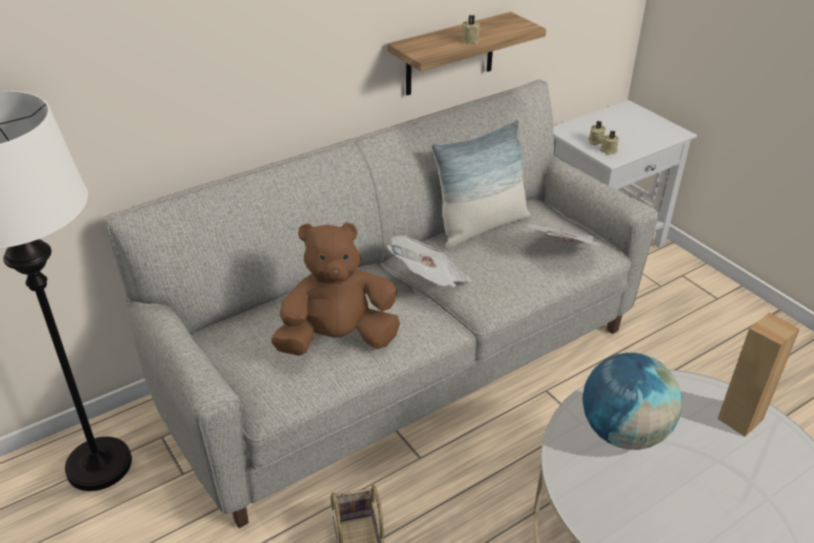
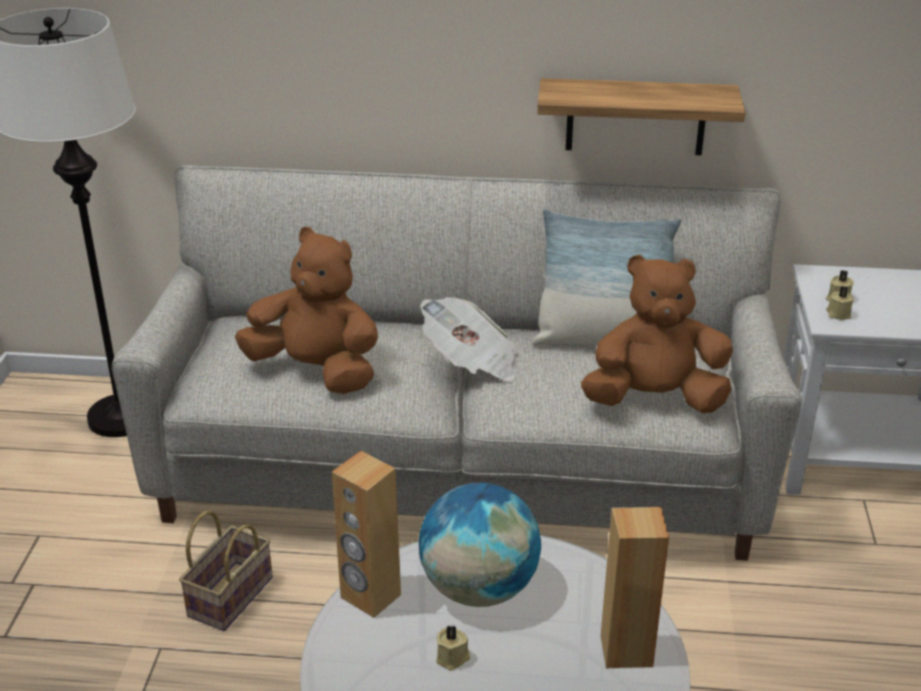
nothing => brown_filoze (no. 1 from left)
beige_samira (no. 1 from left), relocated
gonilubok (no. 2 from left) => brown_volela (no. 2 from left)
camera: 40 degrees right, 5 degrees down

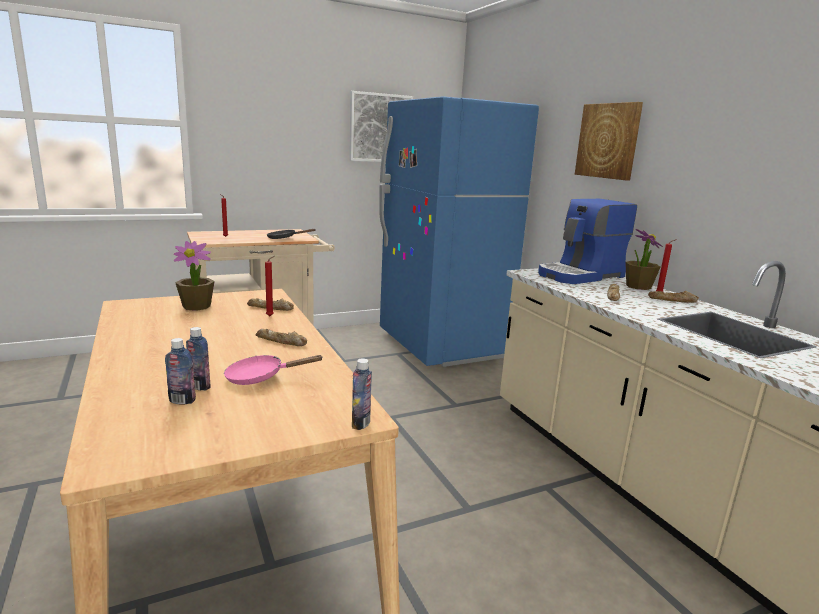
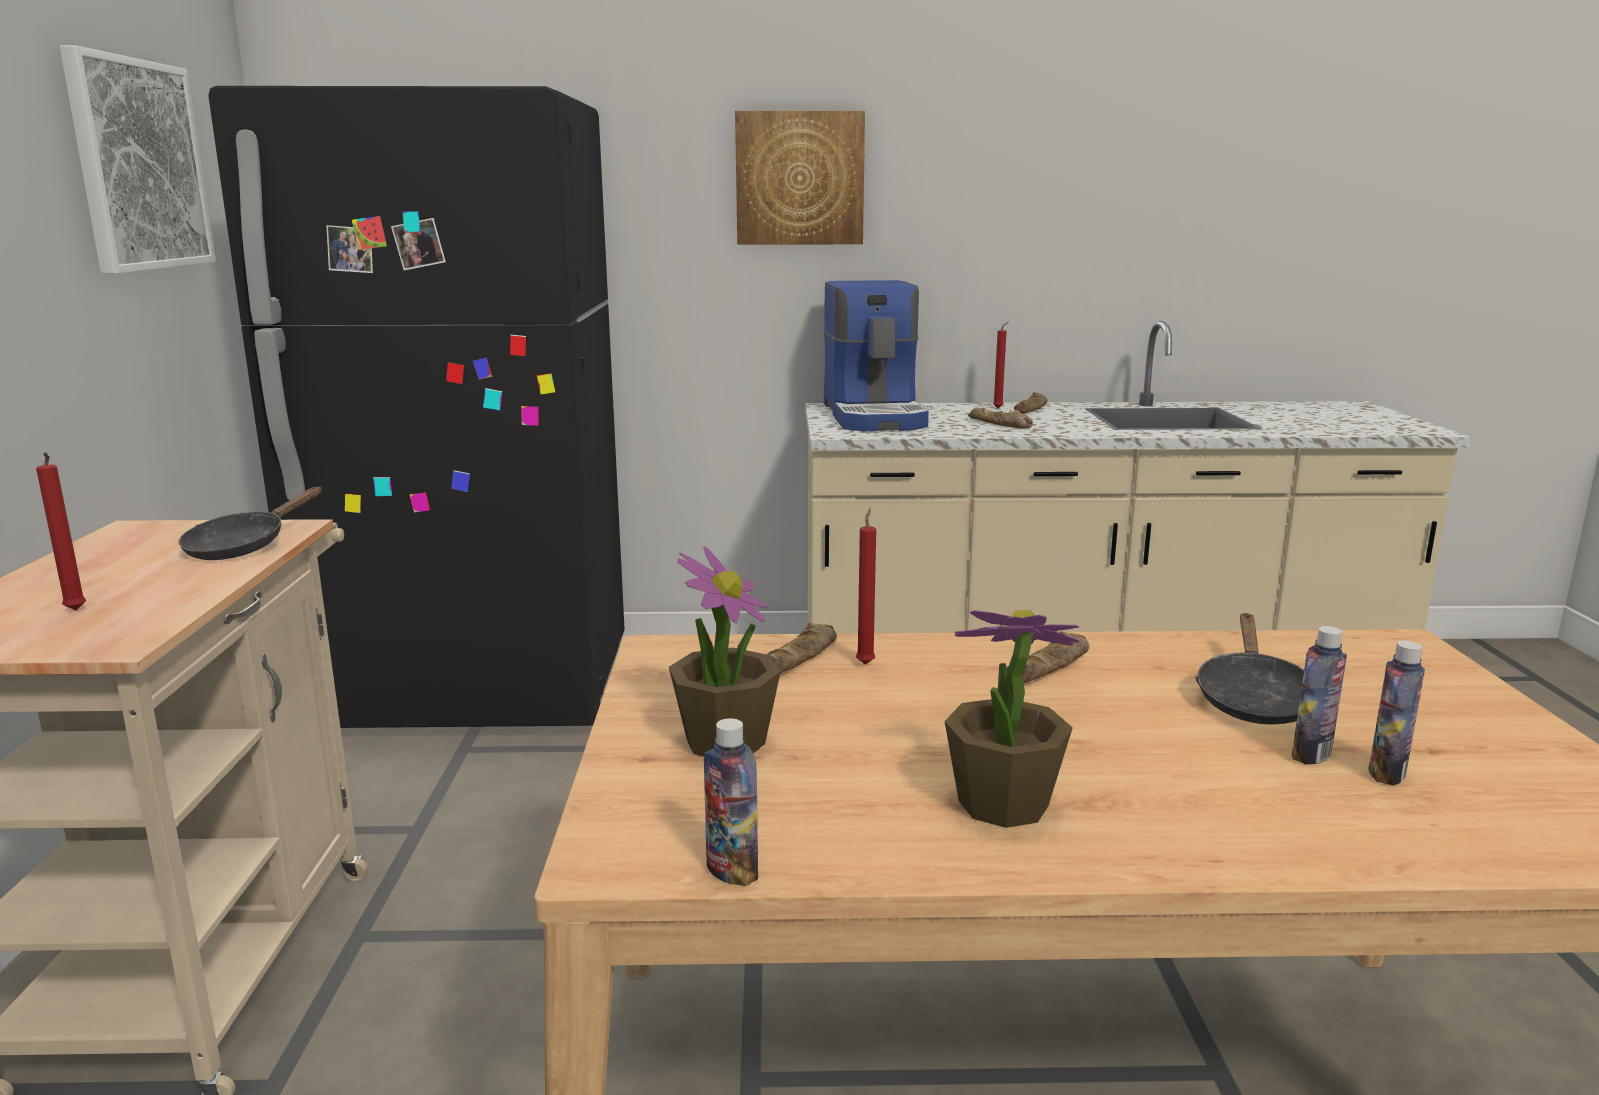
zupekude (no. 3 from left in the first image) => zupekude (no. 1 from left), relocated
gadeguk (no. 2 from left), relocated
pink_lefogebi => black_lefogebi (no. 2 from left)
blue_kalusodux => black_kalusodux
camera: 65 degrees left, 0 degrees up

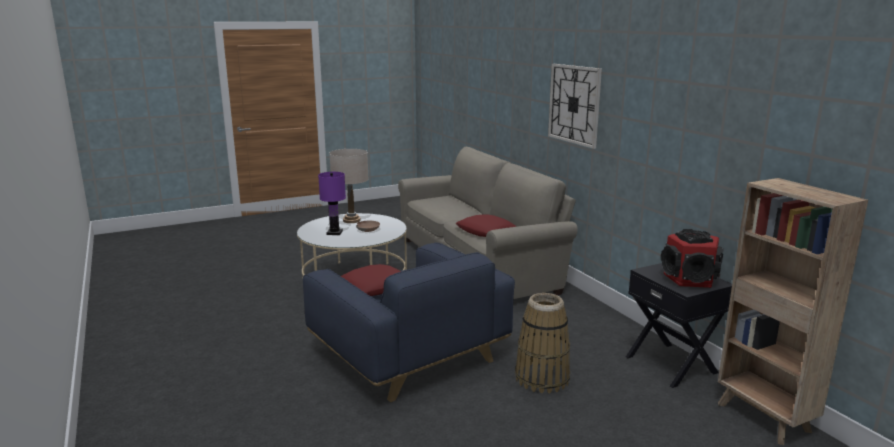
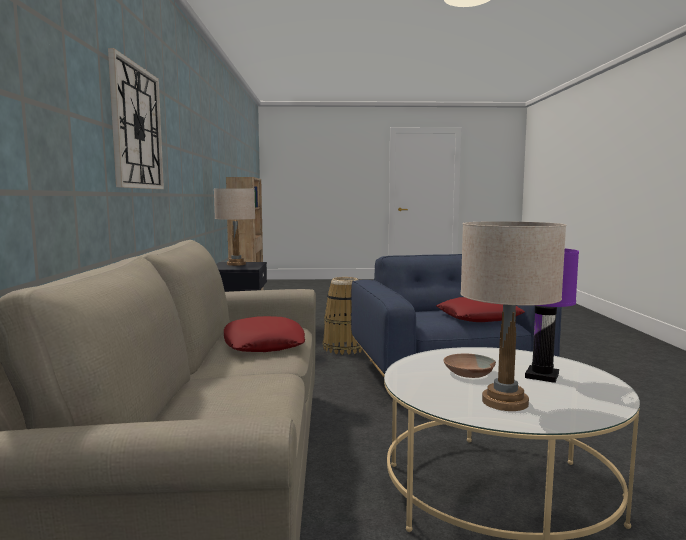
filoze => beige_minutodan (no. 1 from left)
camera: 155 degrees left, 10 degrees down

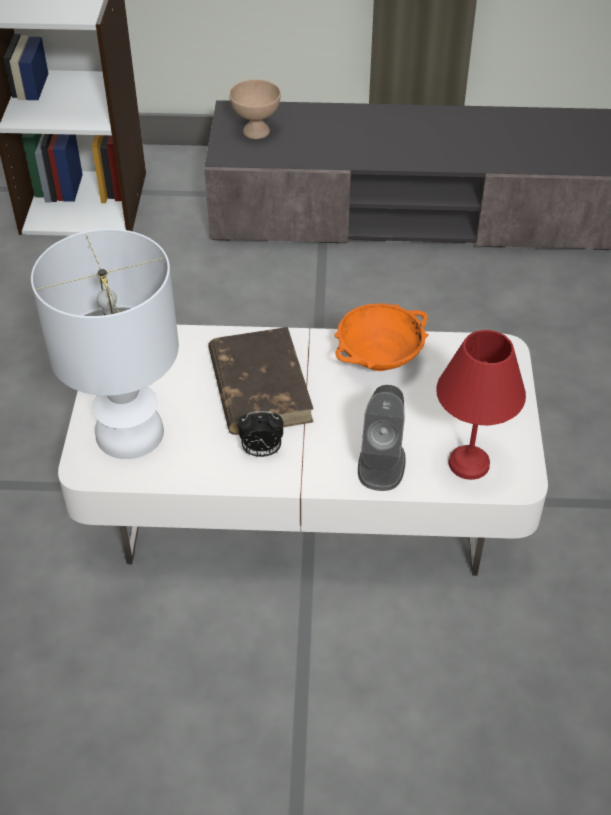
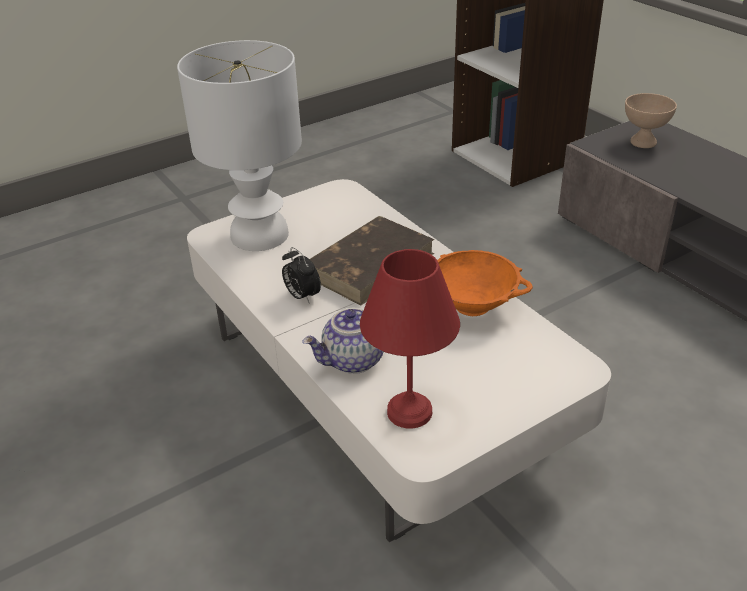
grey_filoze => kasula
camera: 55 degrees right, 10 degrees down

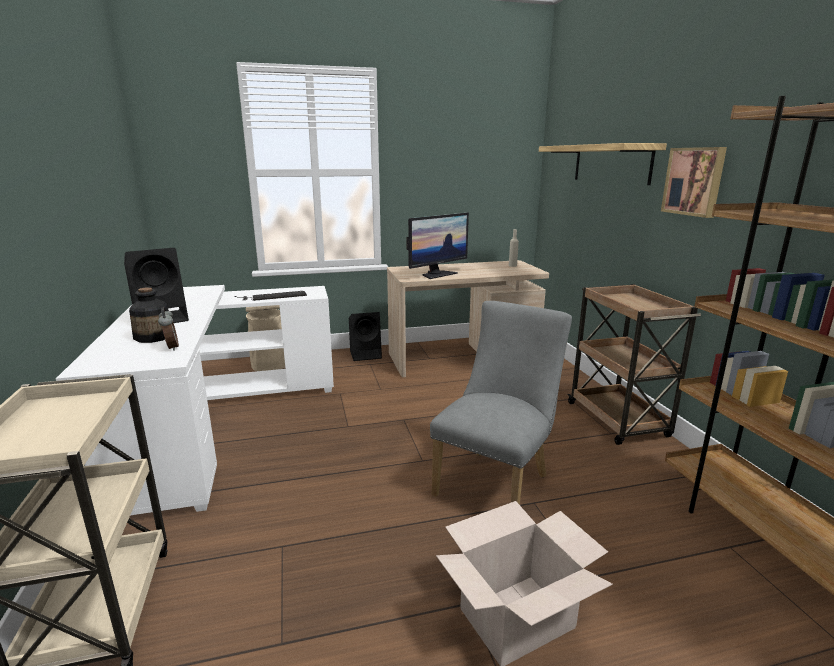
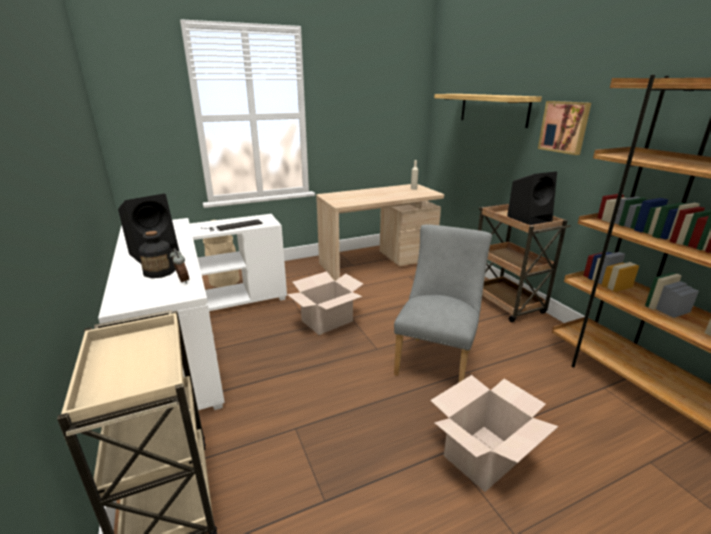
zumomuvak => nothing
nothing => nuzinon (no. 1 from left)
black_filoze (no. 2 from left), relocated
camera: 10 degrees left, 5 degrees up

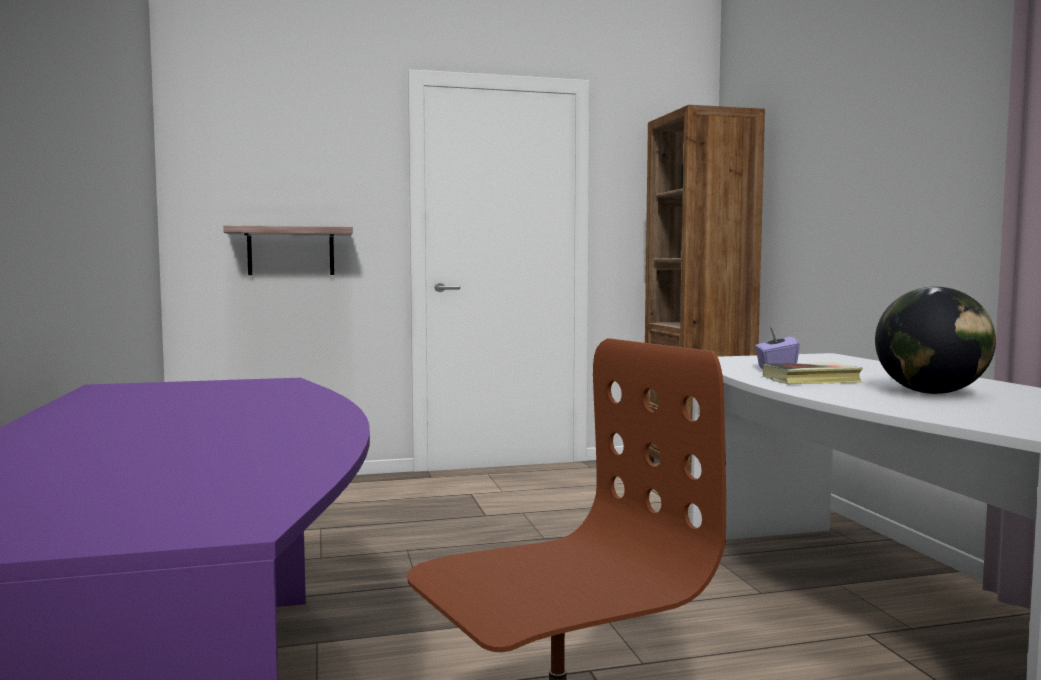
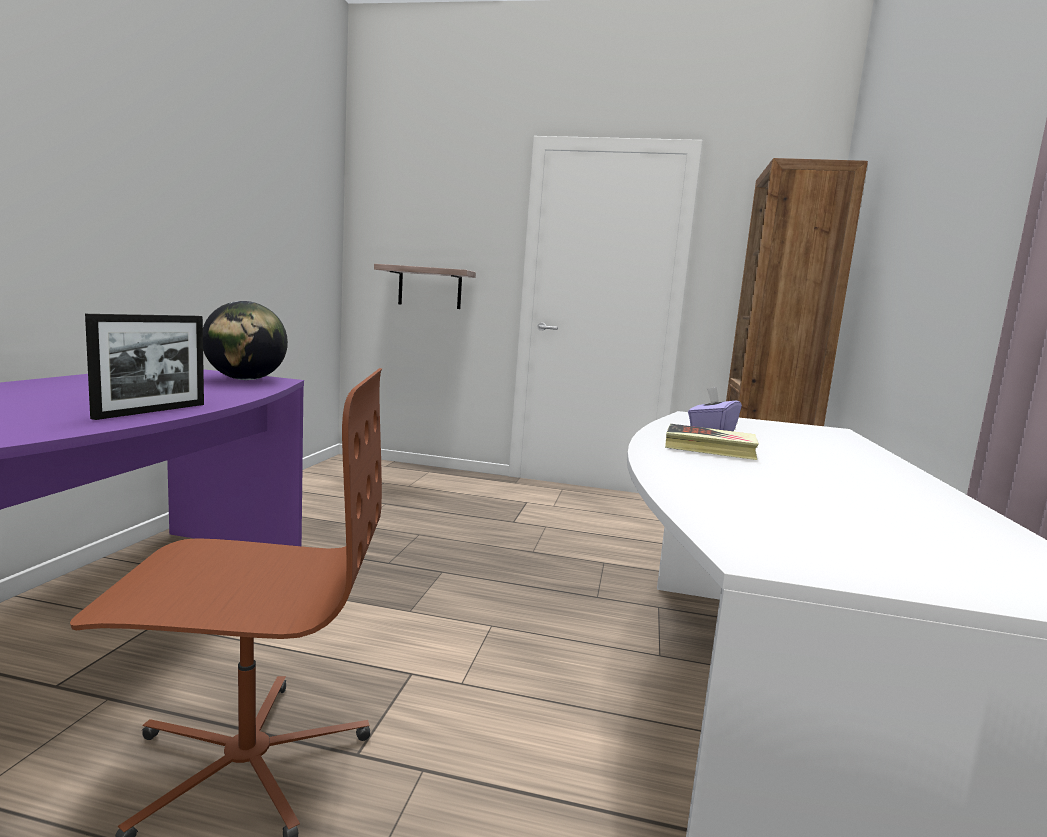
nothing => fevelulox
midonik, relocated
camera: 25 degrees right, 5 degrees up

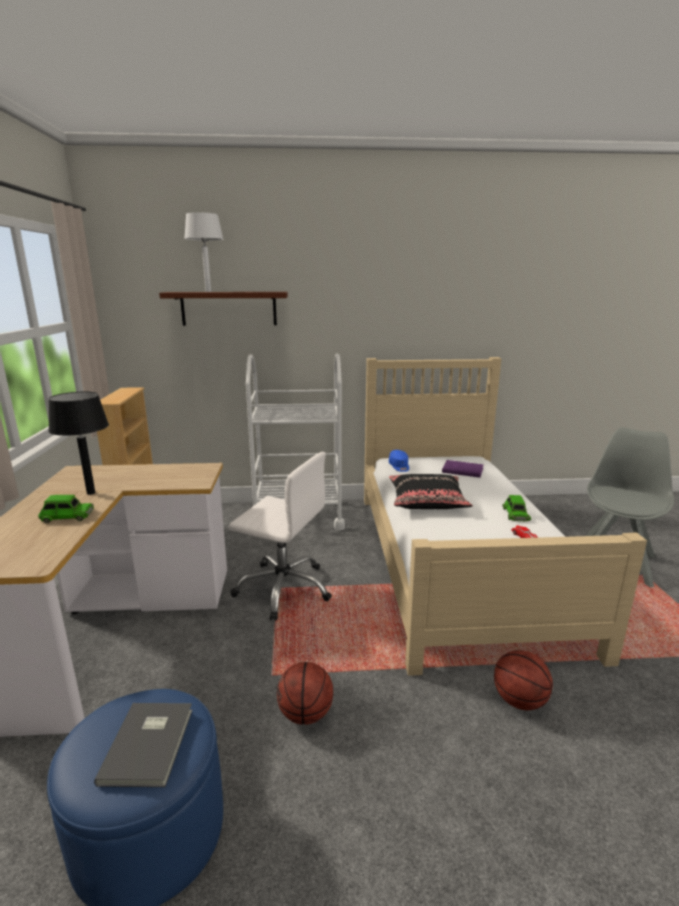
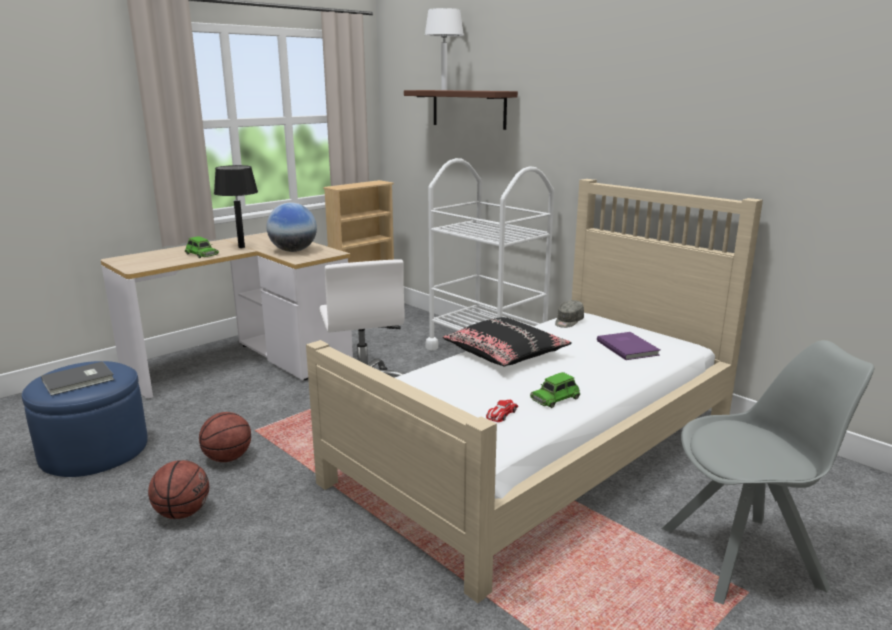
nothing => midonik
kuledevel (no. 2 from left in the first image) => kuledevel (no. 1 from left), relocated
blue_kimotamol => grey_kimotamol
camera: 50 degrees right, 0 degrees up

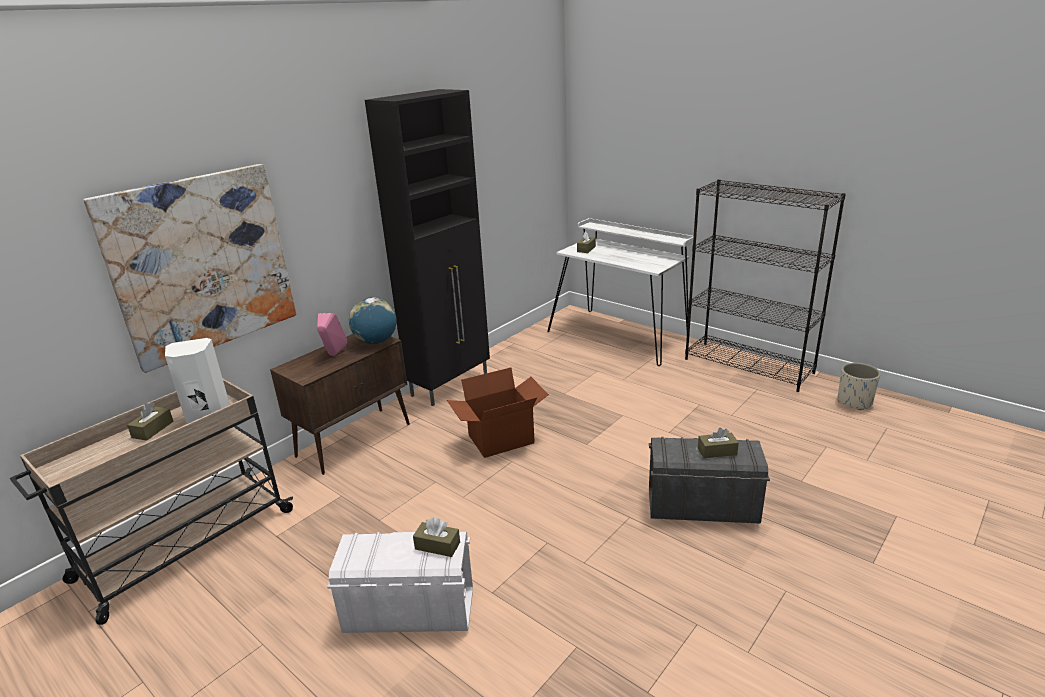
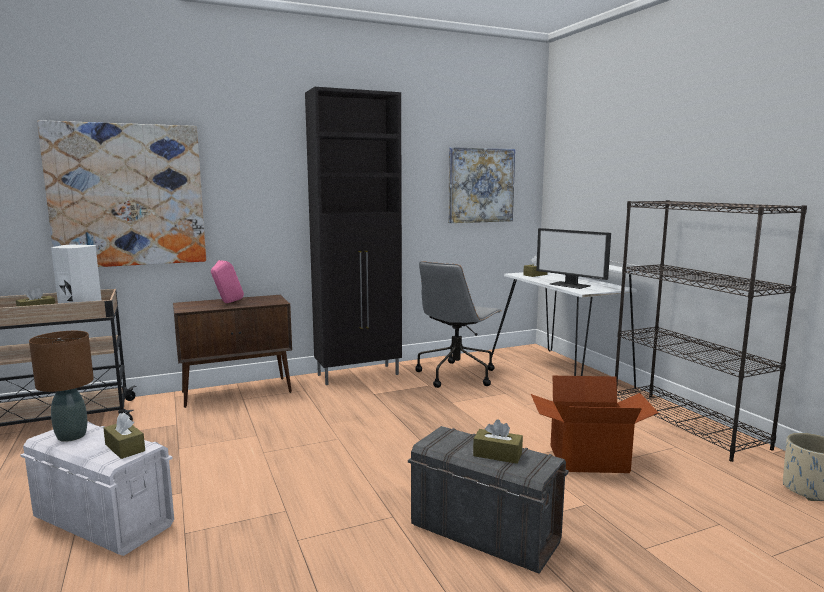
midonik => nothing
nothing => brown_minutodan
nothing => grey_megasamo
nothing => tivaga (no. 2 from left)
nothing => zumomuvak
nuzinon, relocated
camera: 25 degrees right, 15 degrees down

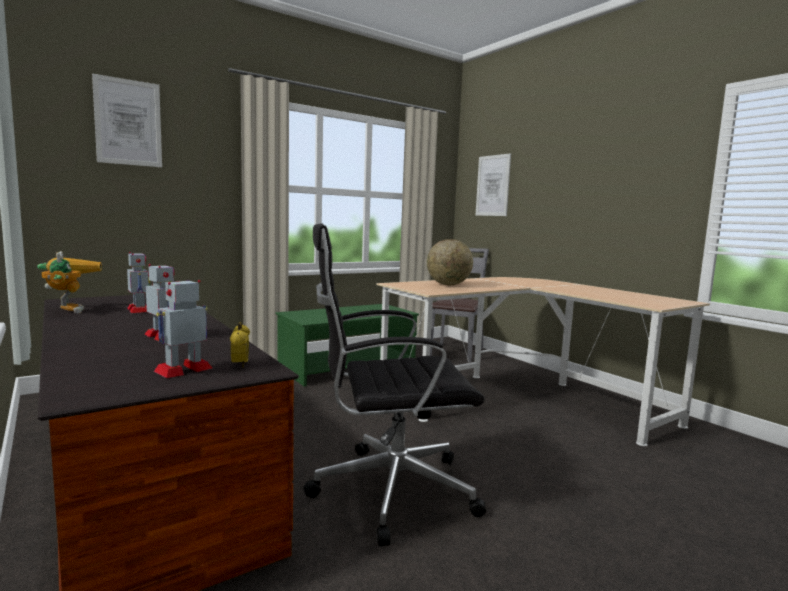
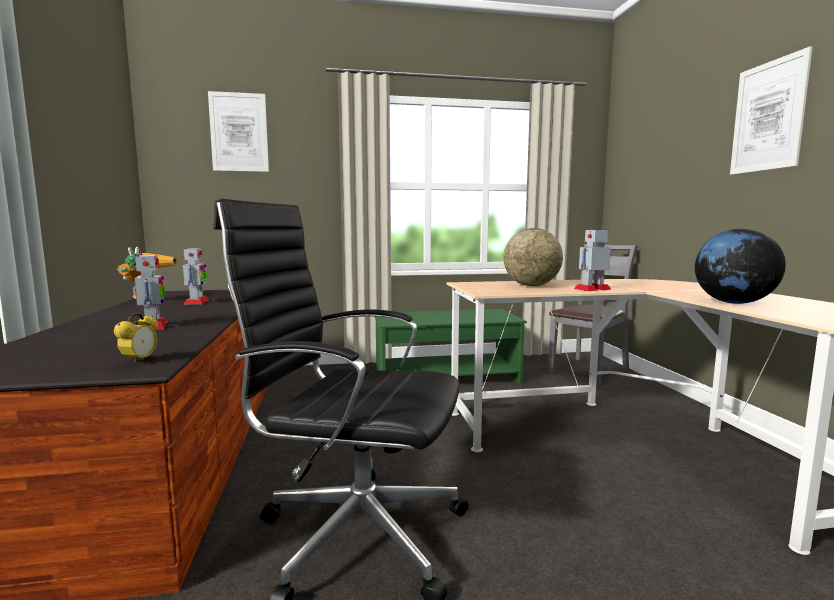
nothing => midonik (no. 2 from left)
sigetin (no. 4 from left), relocated
tivaga (no. 2 from left), relocated
camera: 25 degrees right, 0 degrees up

